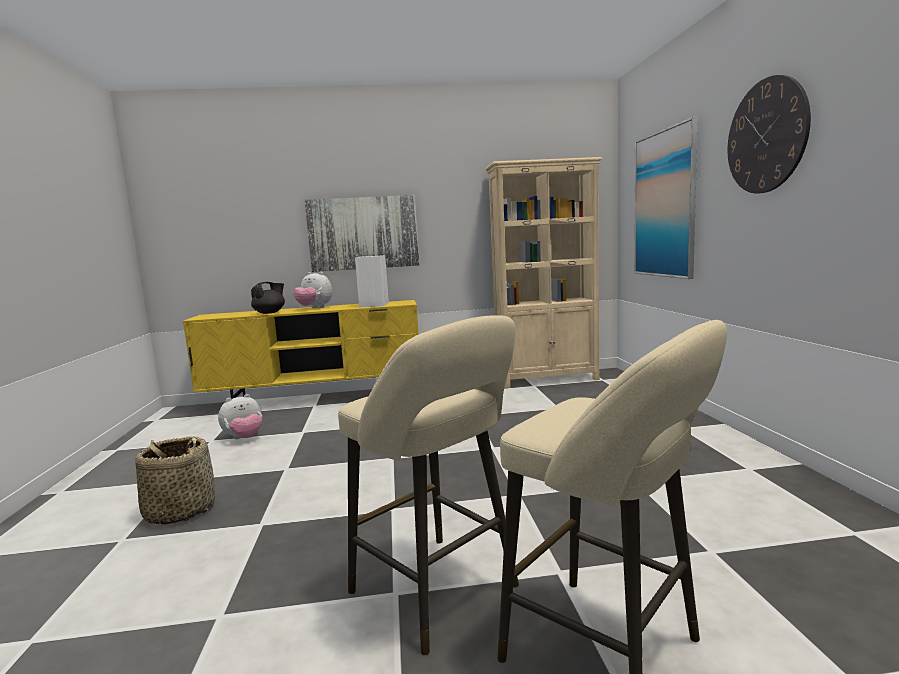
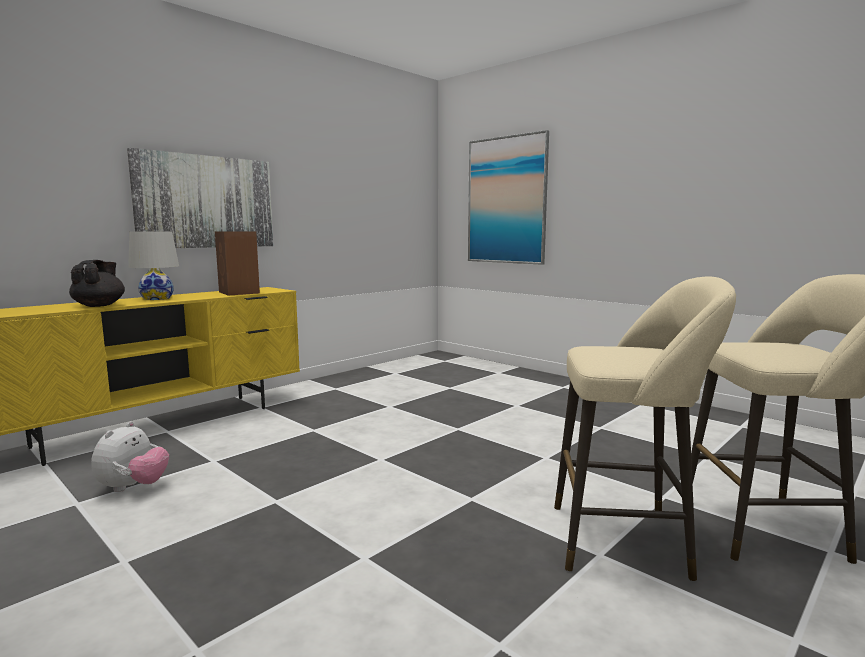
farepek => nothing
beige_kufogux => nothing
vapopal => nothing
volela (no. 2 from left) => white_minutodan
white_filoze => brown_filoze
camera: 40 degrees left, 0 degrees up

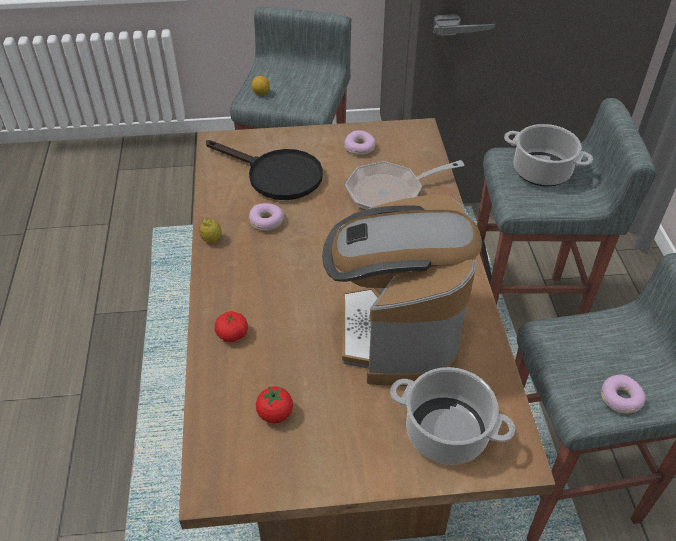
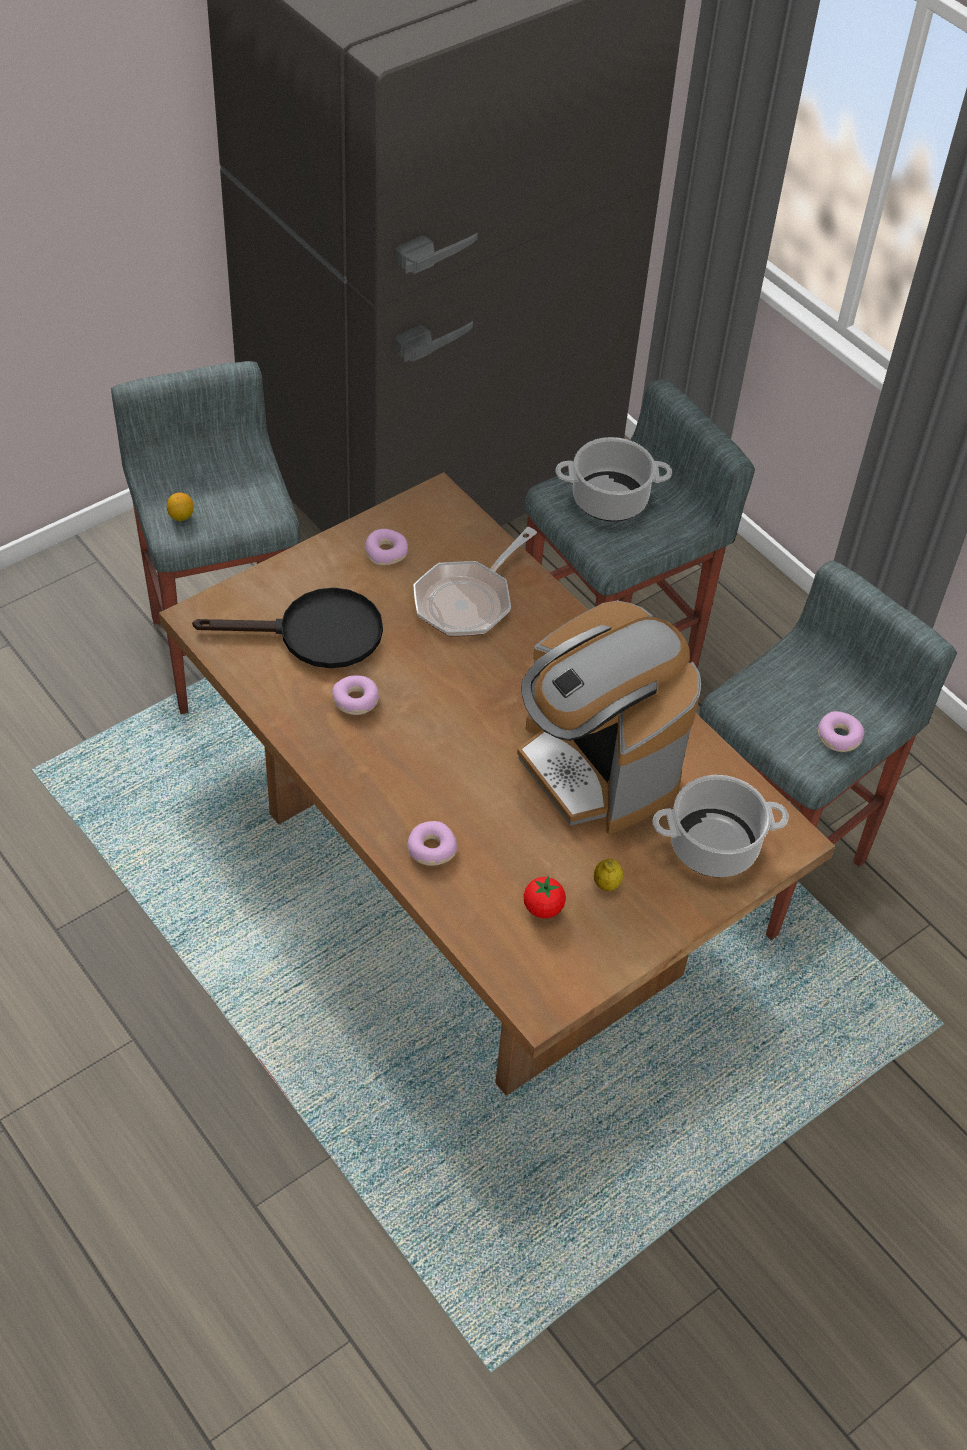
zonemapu (no. 1 from left in the first image) => zonemapu (no. 2 from left), relocated
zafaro (no. 1 from left) => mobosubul (no. 3 from left)
camera: 35 degrees left, 5 degrees up

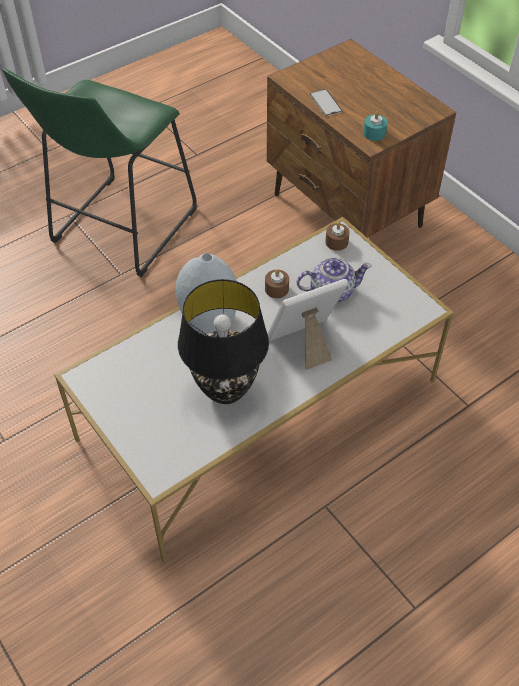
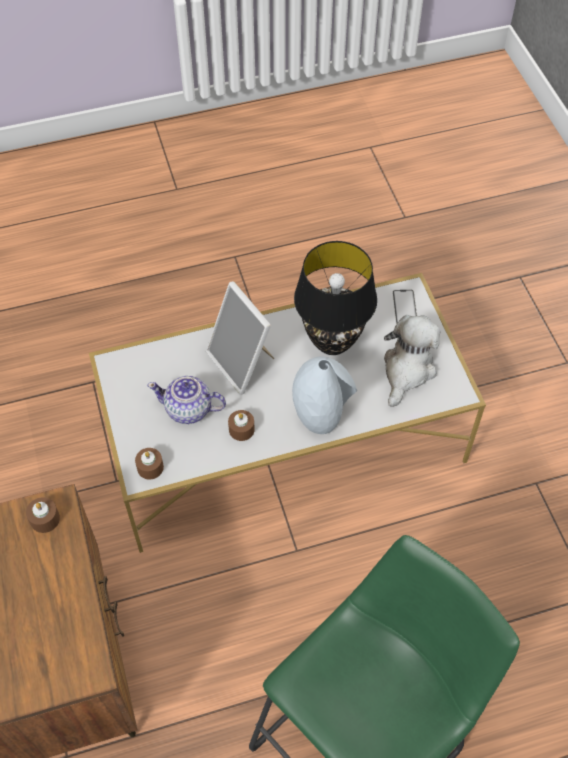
nothing => volela
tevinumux, relocated
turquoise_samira => brown_samira (no. 1 from left)
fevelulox, 60 degrees clockwise
camera: 160 degrees left, 5 degrees up

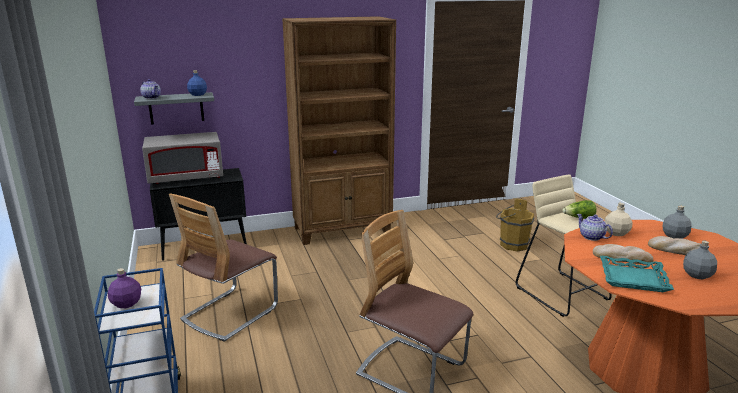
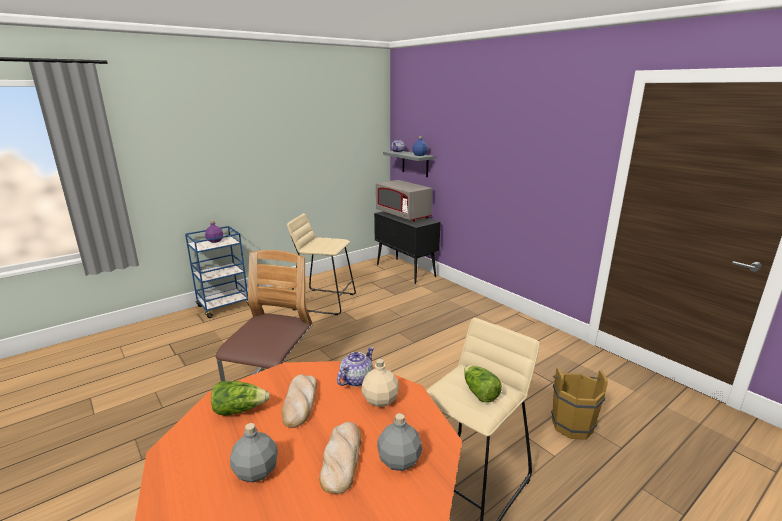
brown_kufogux => nothing
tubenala (no. 1 from left) => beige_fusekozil (no. 1 from left)
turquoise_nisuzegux => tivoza (no. 1 from left)
camera: 70 degrees right, 0 degrees up

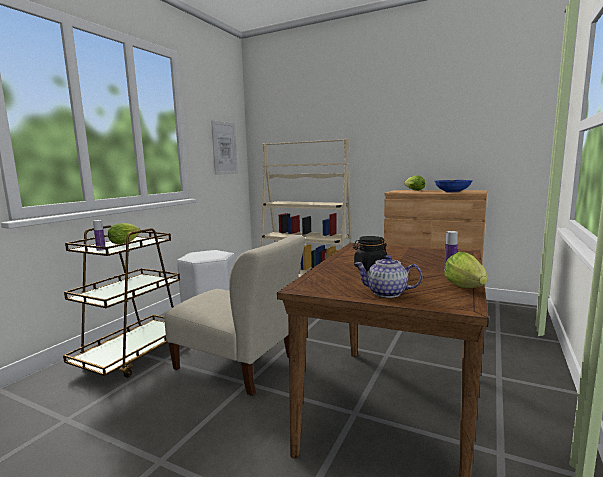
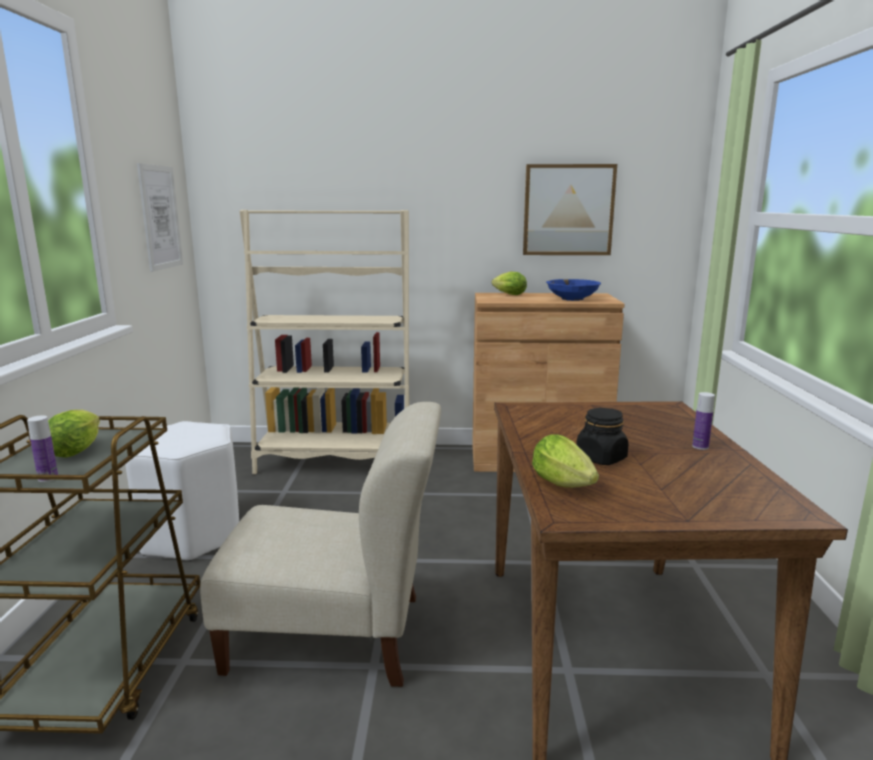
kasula => nothing
nothing => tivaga (no. 2 from left)
tivoza (no. 3 from left), relocated
camera: 25 degrees left, 5 degrees up

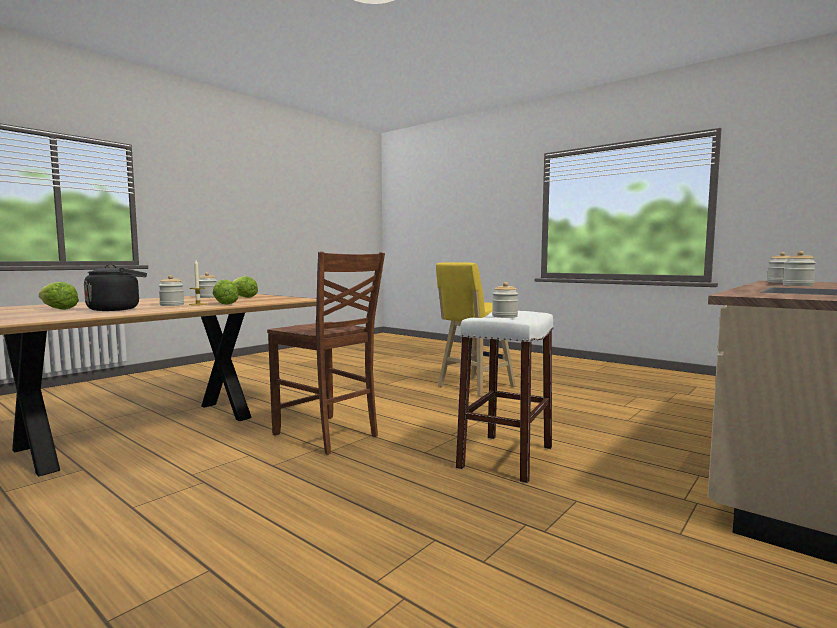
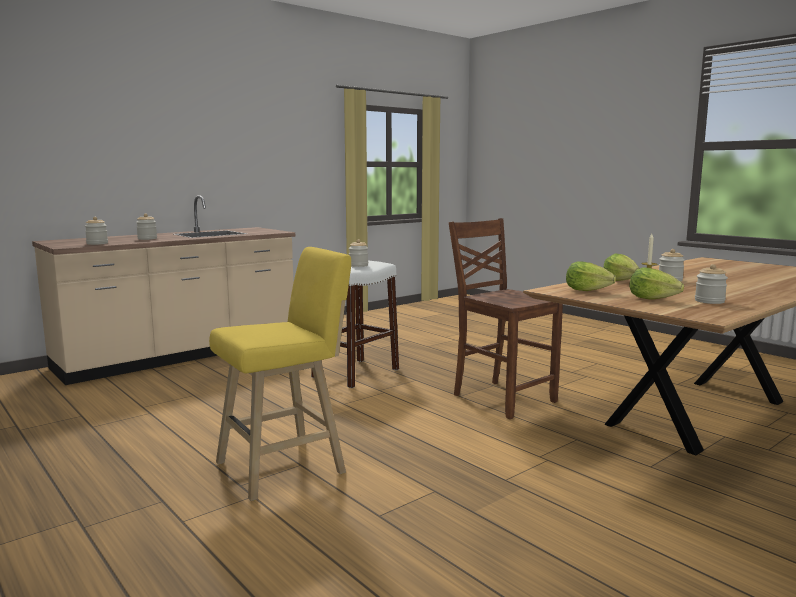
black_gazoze => nothing
tivoza (no. 1 from left), relocated
camera: 170 degrees left, 5 degrees up

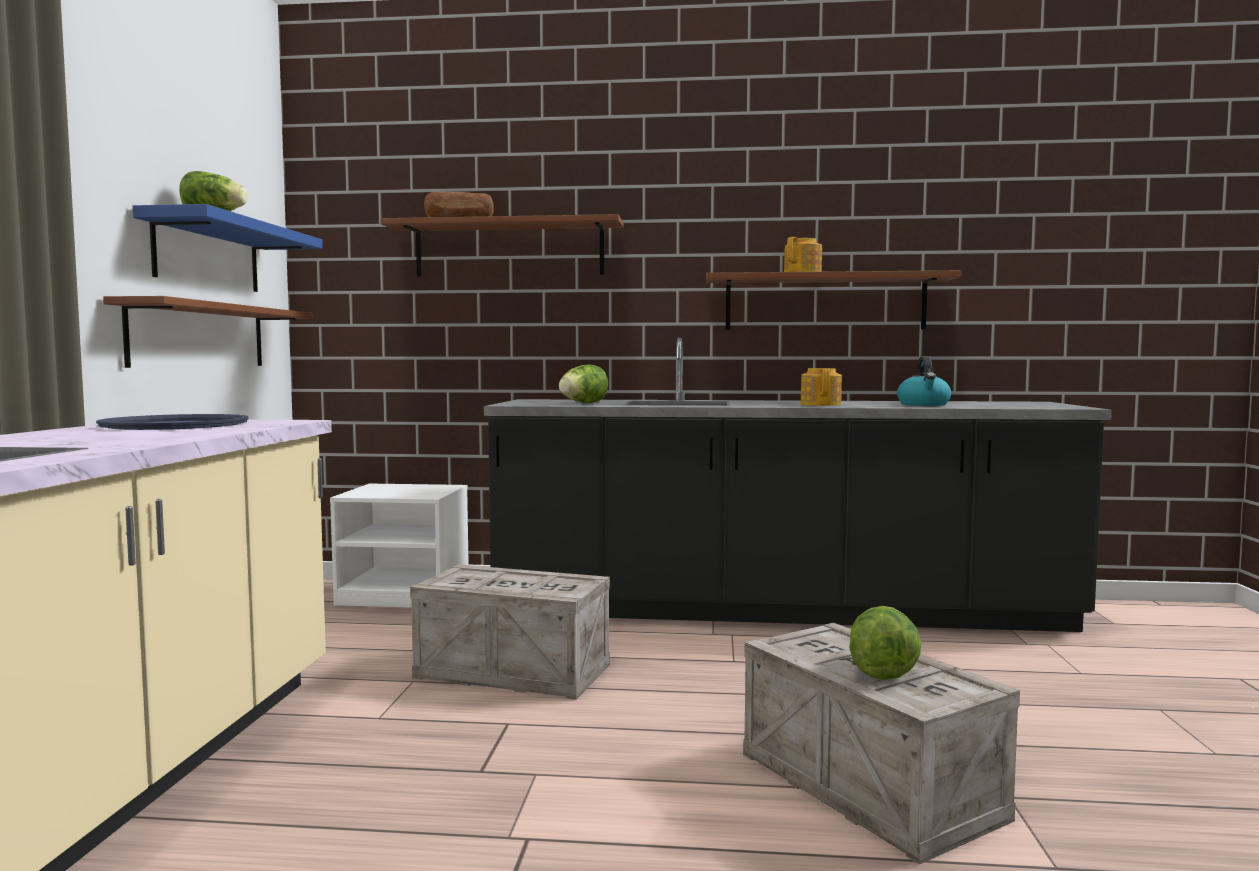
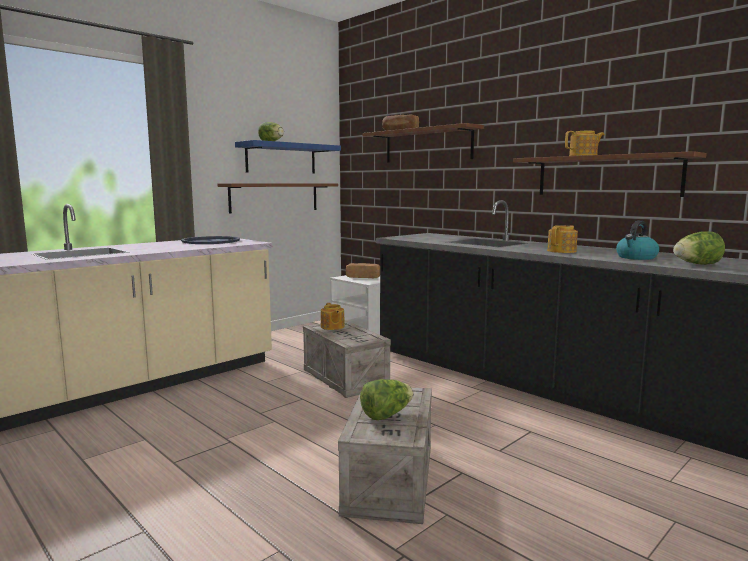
nothing => kasula (no. 1 from left)
nothing => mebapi (no. 1 from left)
tivoza (no. 2 from left in the first image) => tivoza (no. 3 from left), relocated
camera: 40 degrees right, 5 degrees up

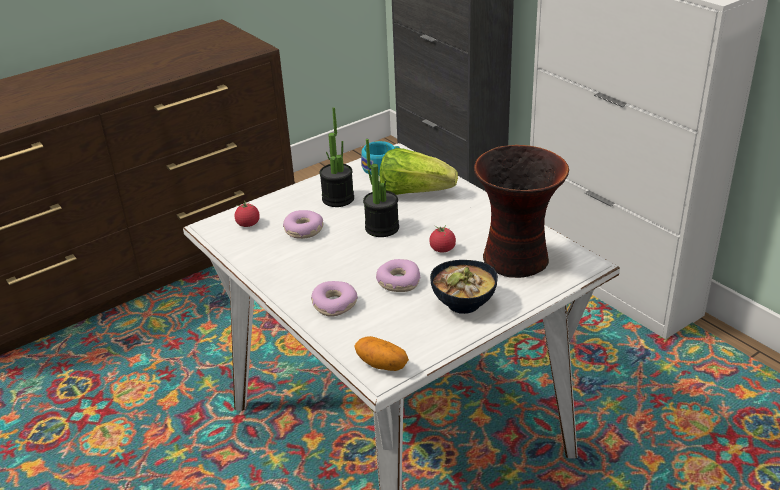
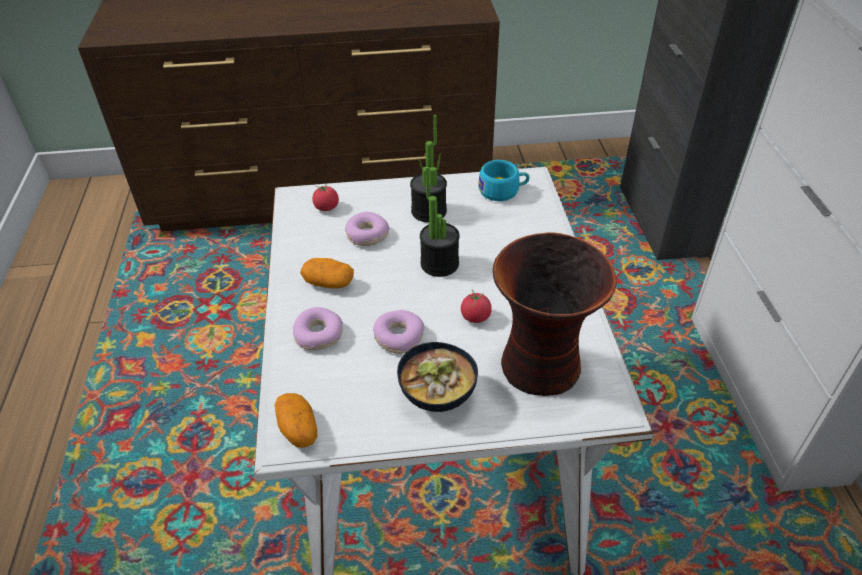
tivoza => nothing
nothing => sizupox (no. 2 from left)
camera: 30 degrees right, 10 degrees up

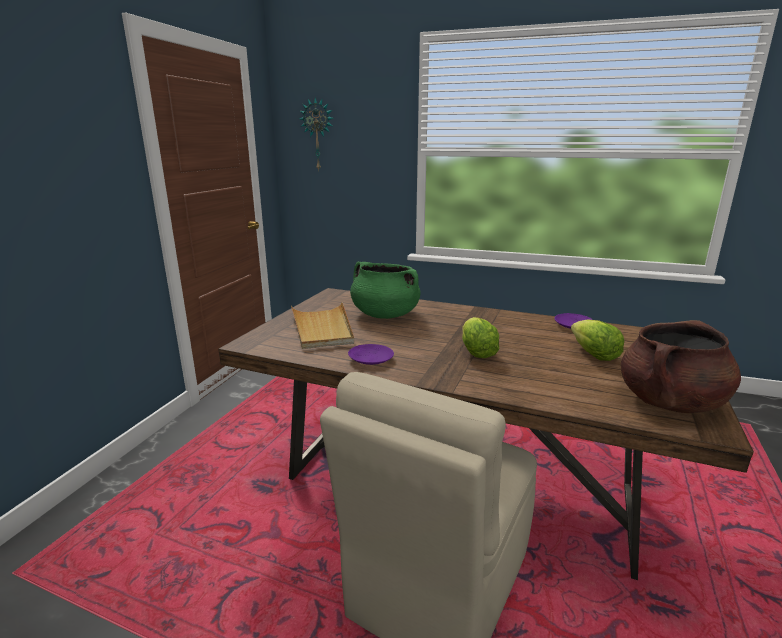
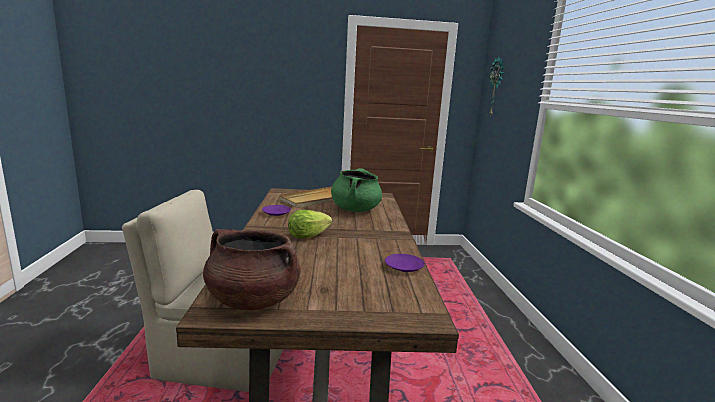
tivoza (no. 2 from left) => nothing
camera: 65 degrees right, 5 degrees down

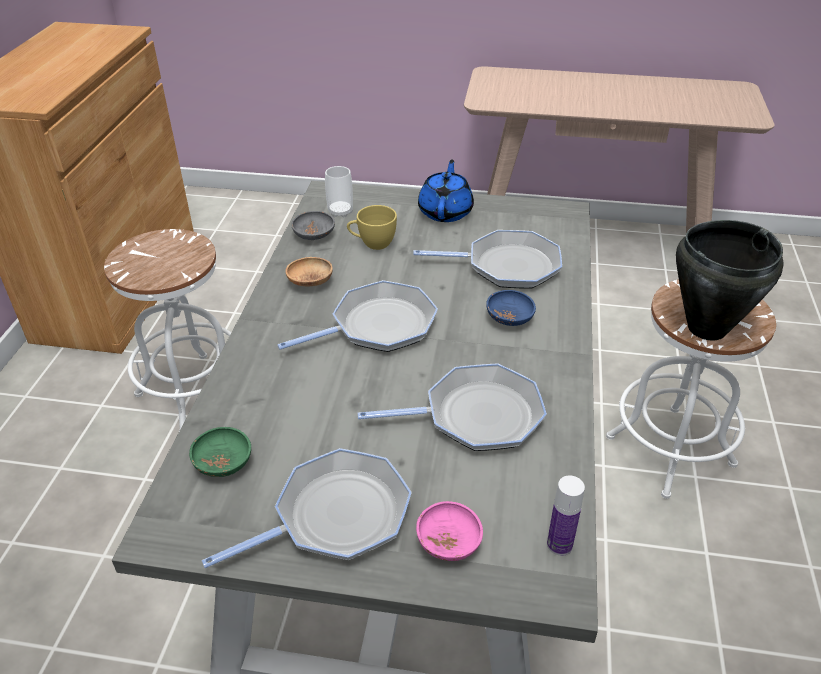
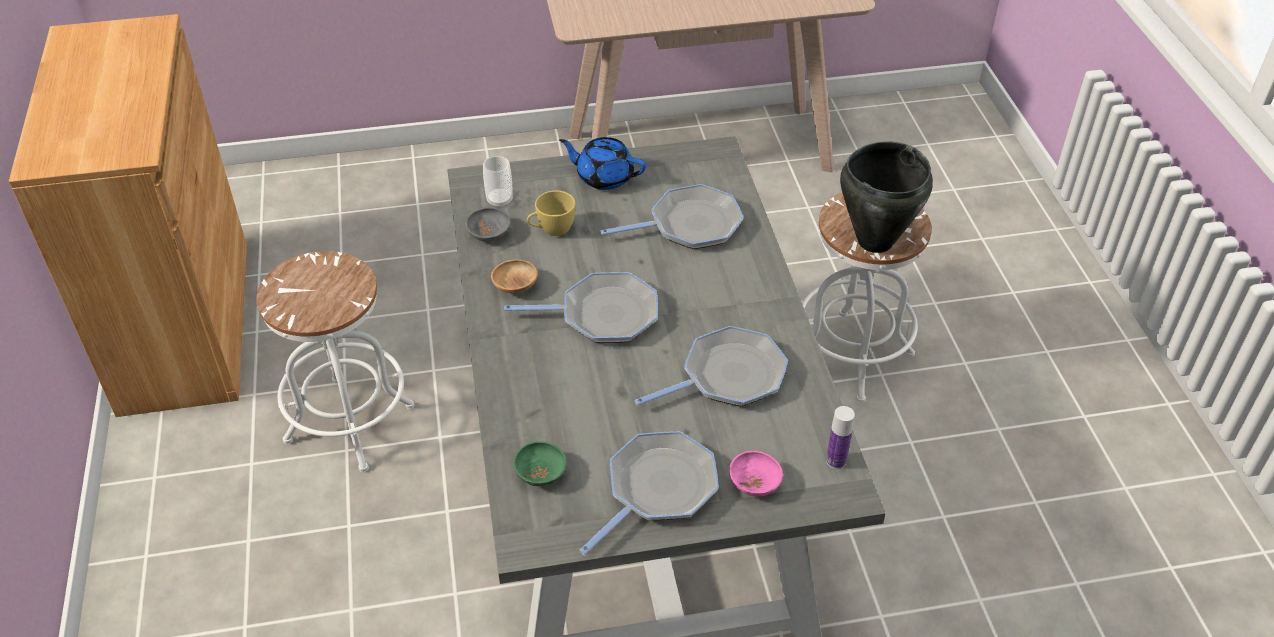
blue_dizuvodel => nothing
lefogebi (no. 2 from left in the first image) => lefogebi (no. 1 from left), 45 degrees clockwise
blue_kasula, 60 degrees counterclockwise
camera: 20 degrees left, 5 degrees up

